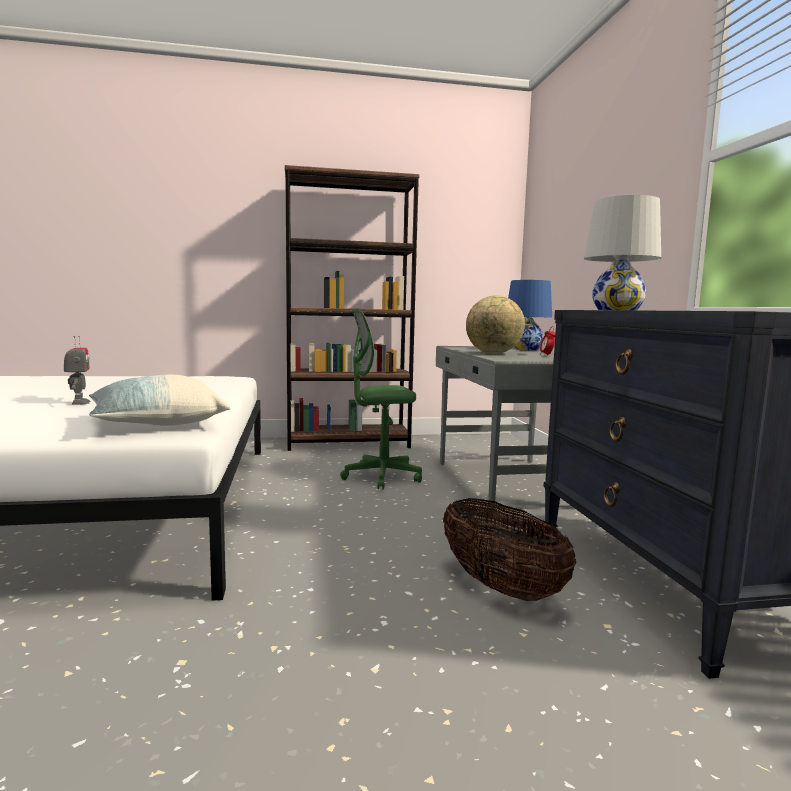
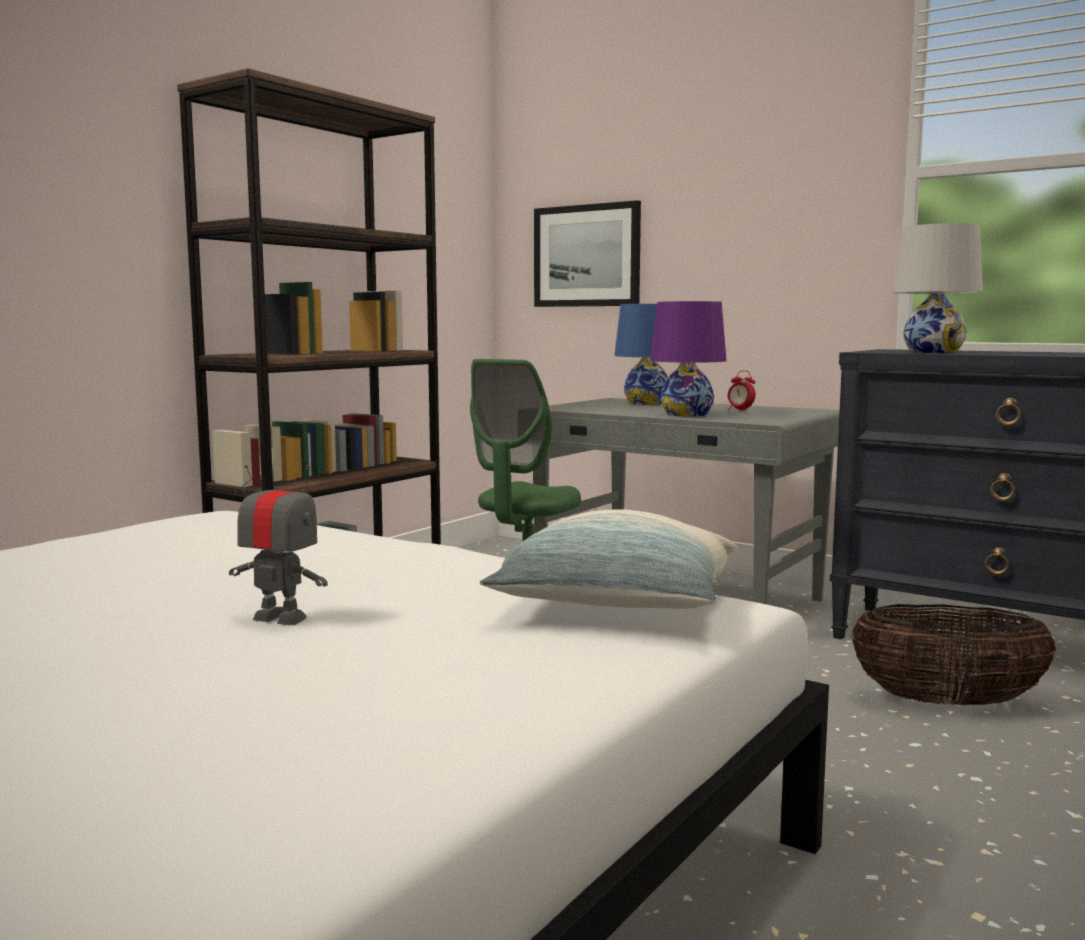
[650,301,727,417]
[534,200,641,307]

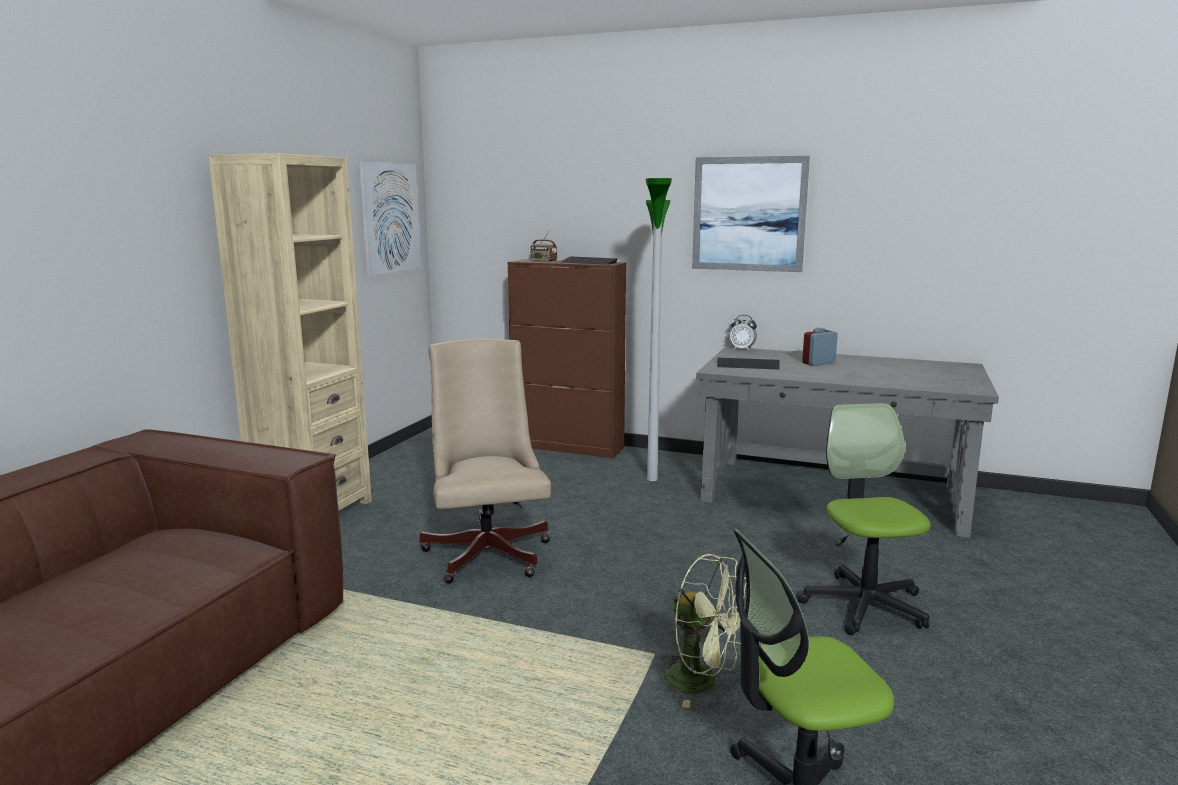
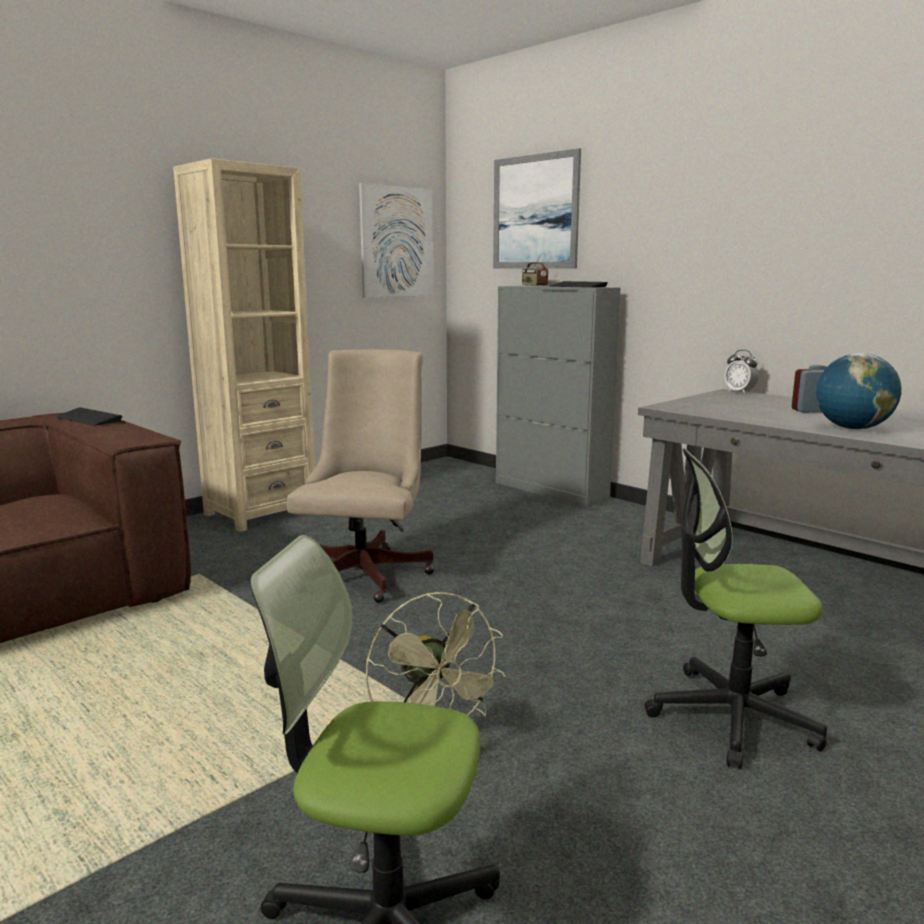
[496,286,621,507]
[646,178,672,481] (first image)
[493,148,581,269]
[56,407,123,426]
[644,449,827,769]
[816,353,902,429]

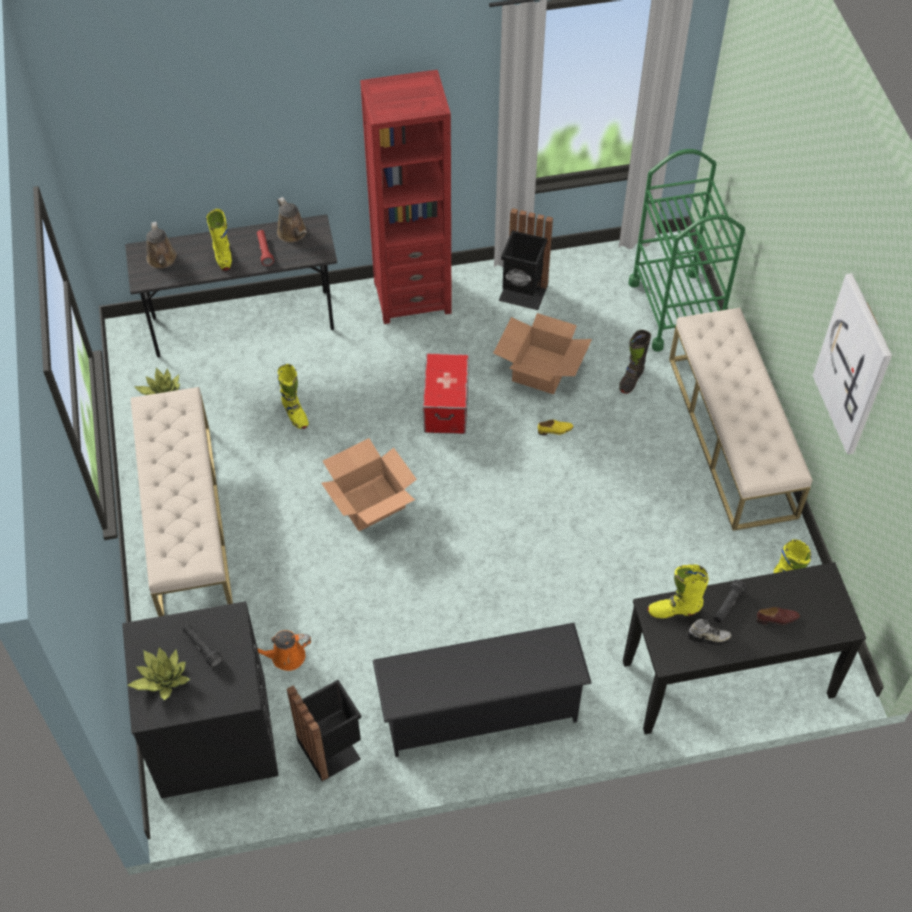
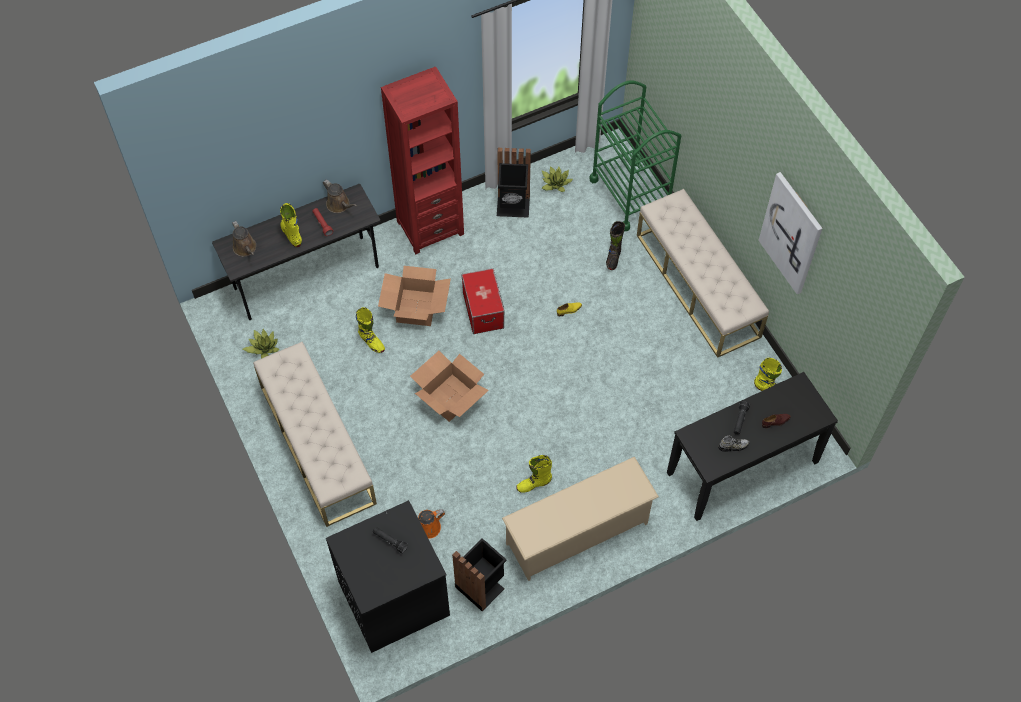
[542,166,573,192]
[502,457,659,581]
[378,266,451,326]
[516,455,552,493]

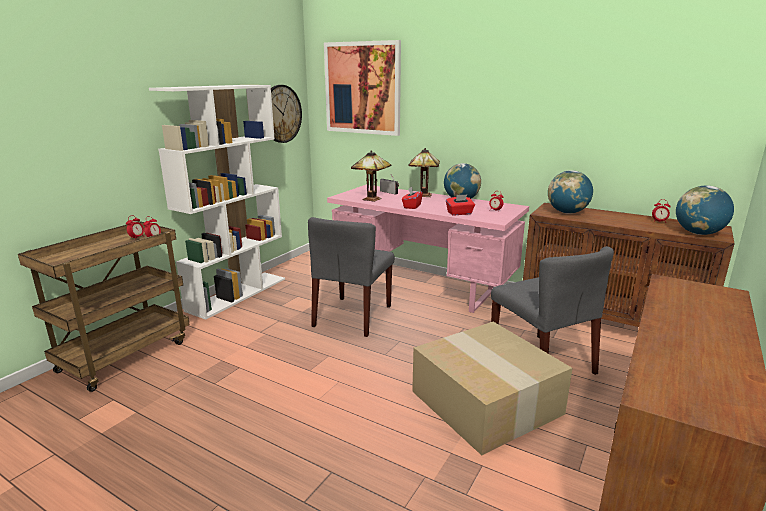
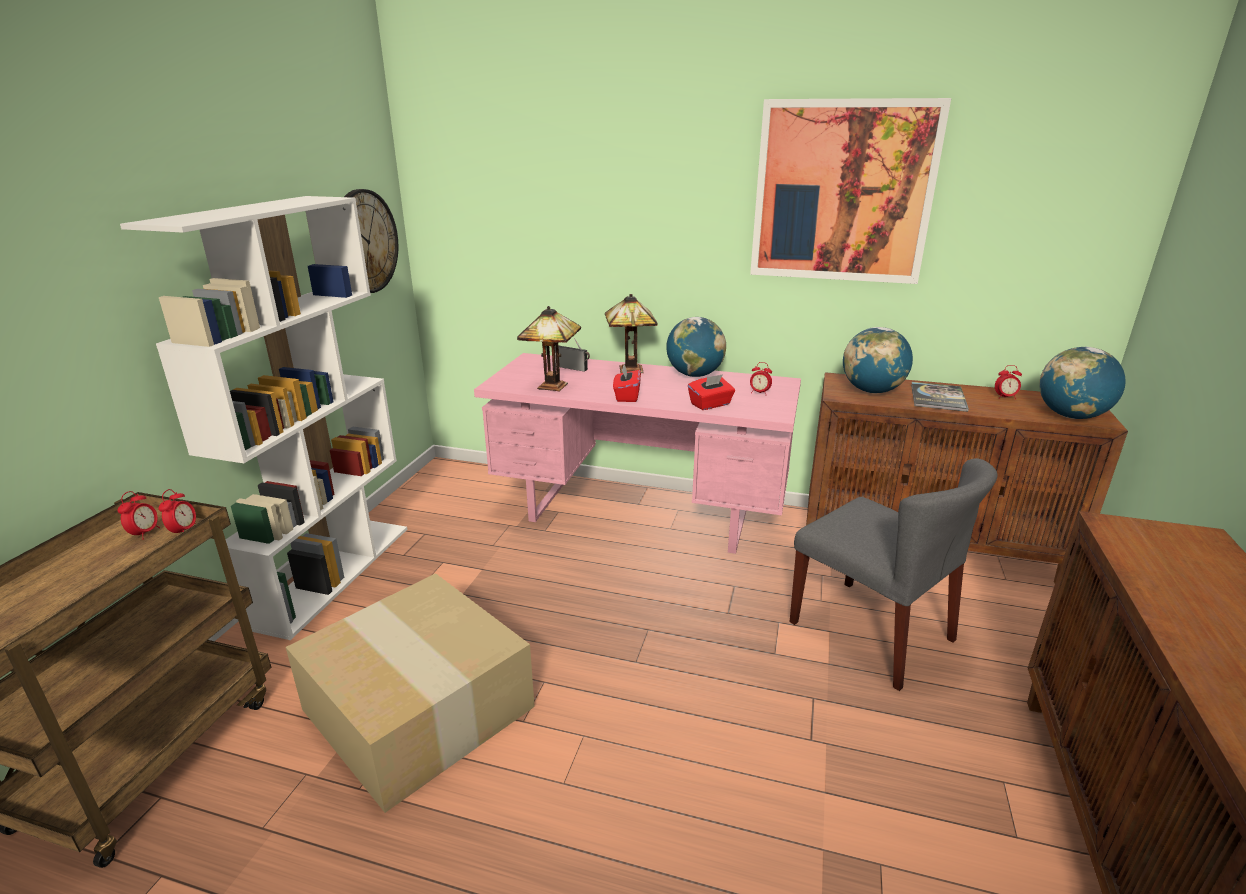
[308,217,394,337] (first image)
[750,98,951,284]
[286,573,535,813]
[911,382,969,412]

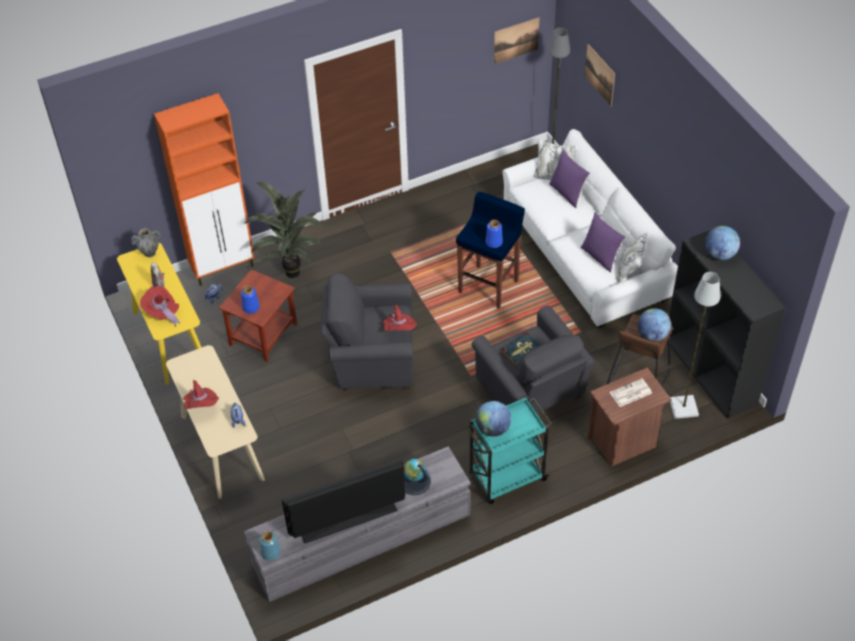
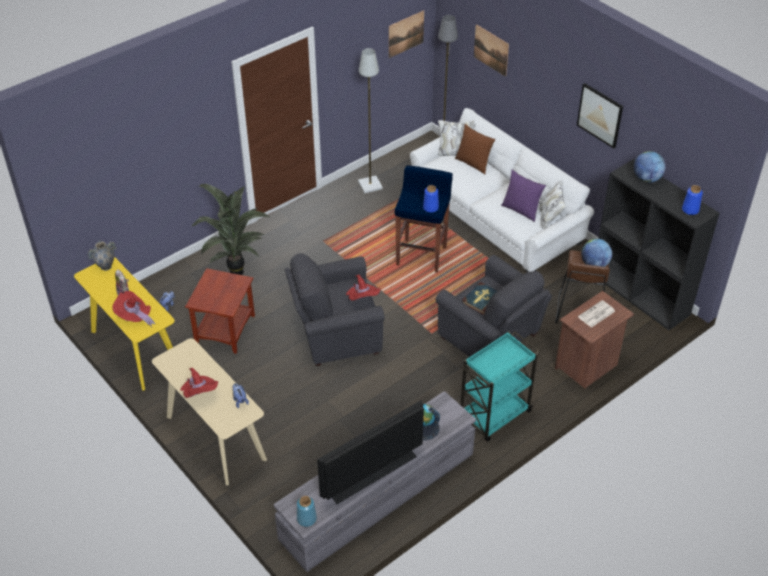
[154,93,255,286] (first image)
[682,185,703,215]
[476,401,511,437] (first image)
[455,124,496,174]
[358,48,383,194]
[577,83,623,149]

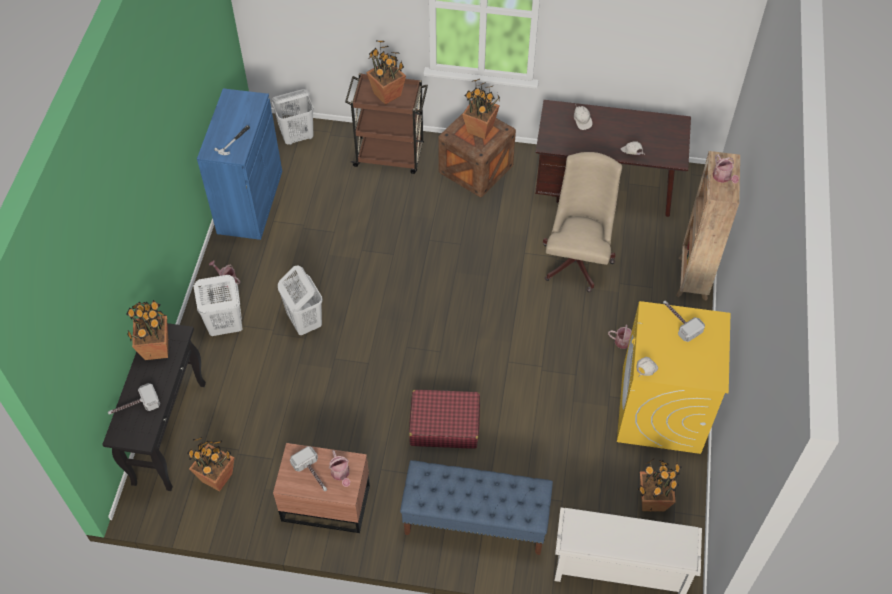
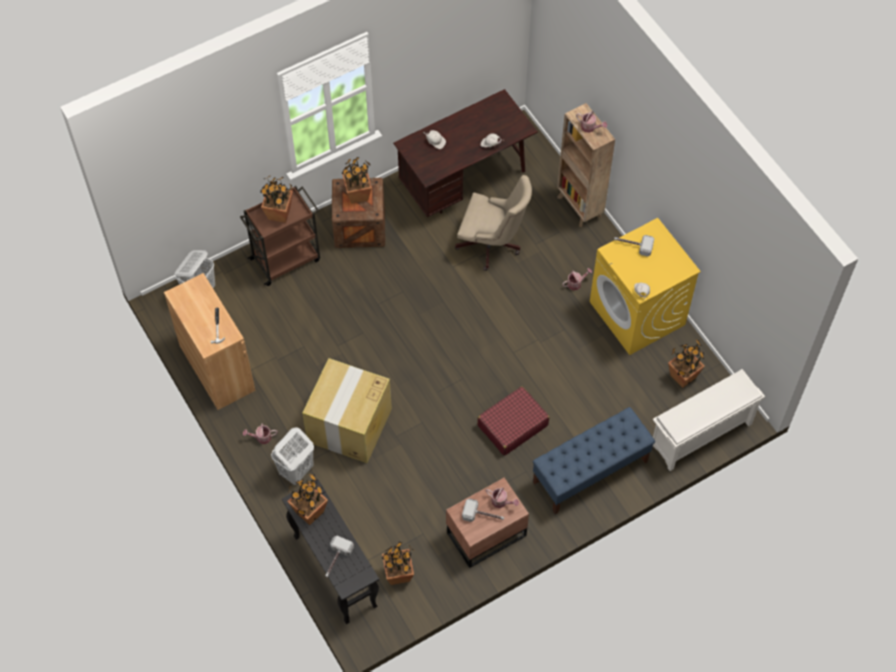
[164,273,256,410]
[302,358,392,463]
[455,175,532,271]

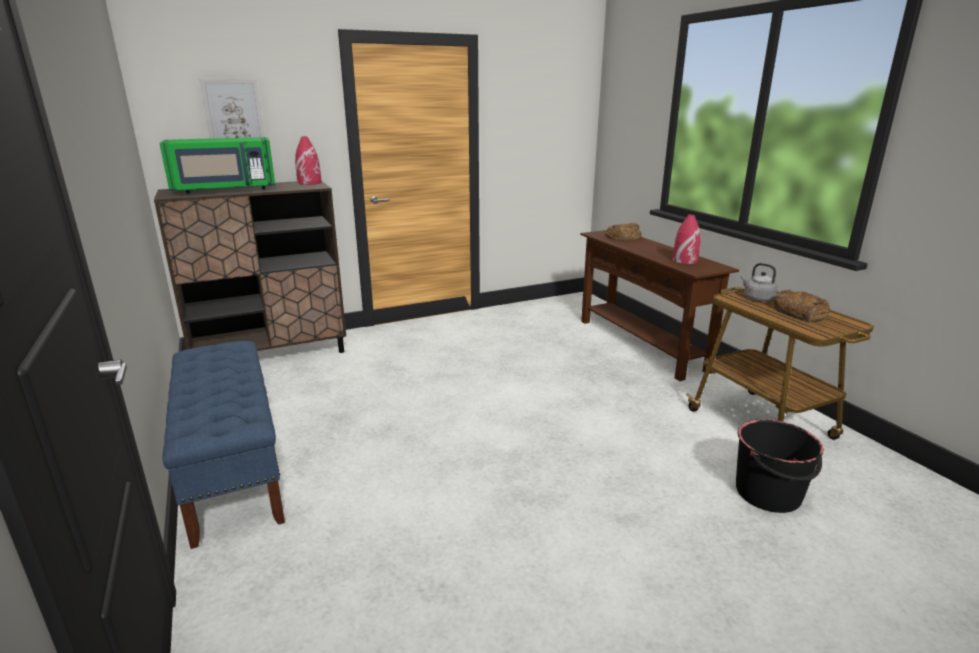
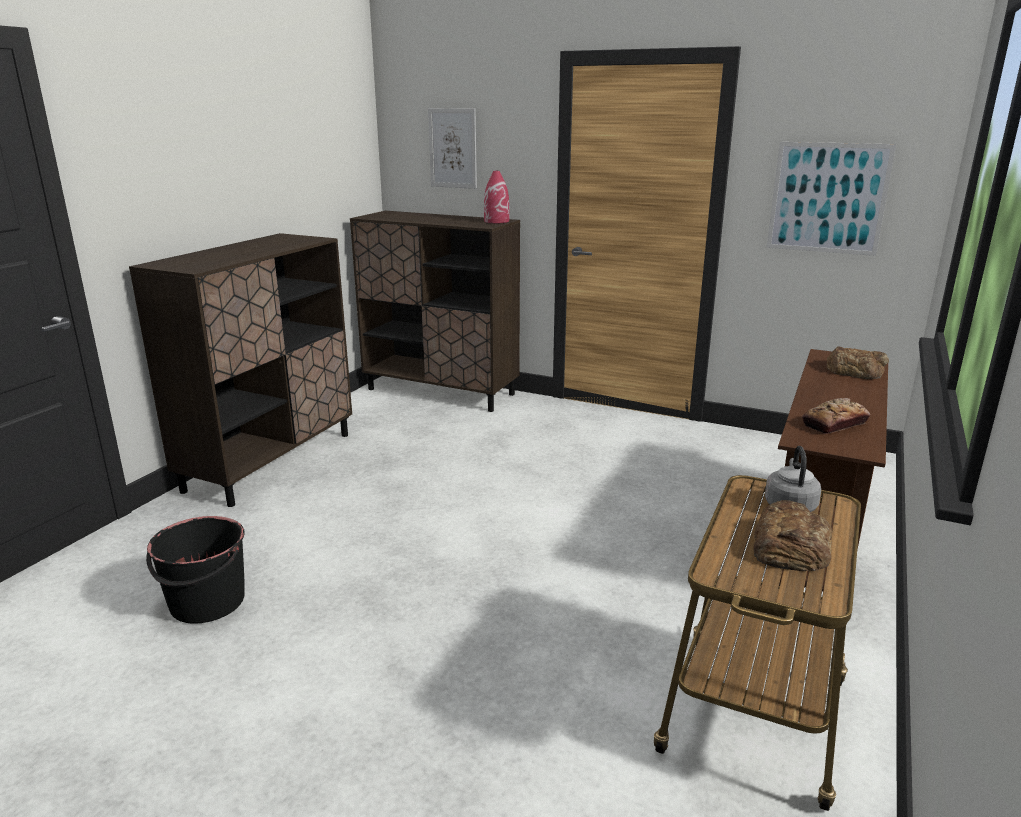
[160,137,275,194] (first image)
[129,233,352,507]
[802,398,870,434]
[146,516,245,624]
[767,142,896,256]

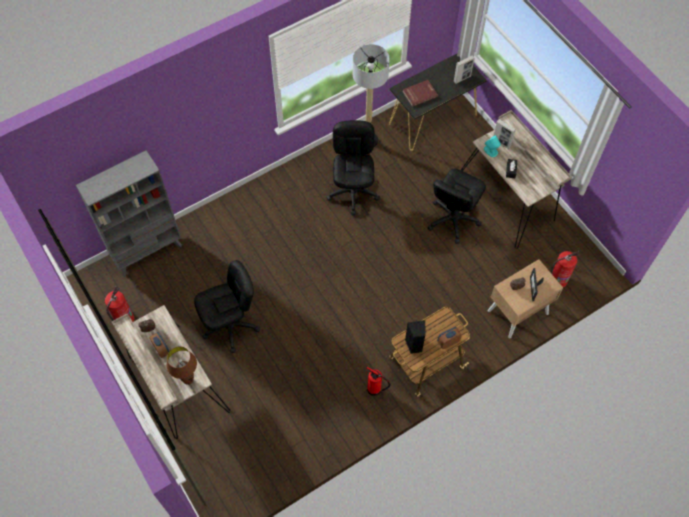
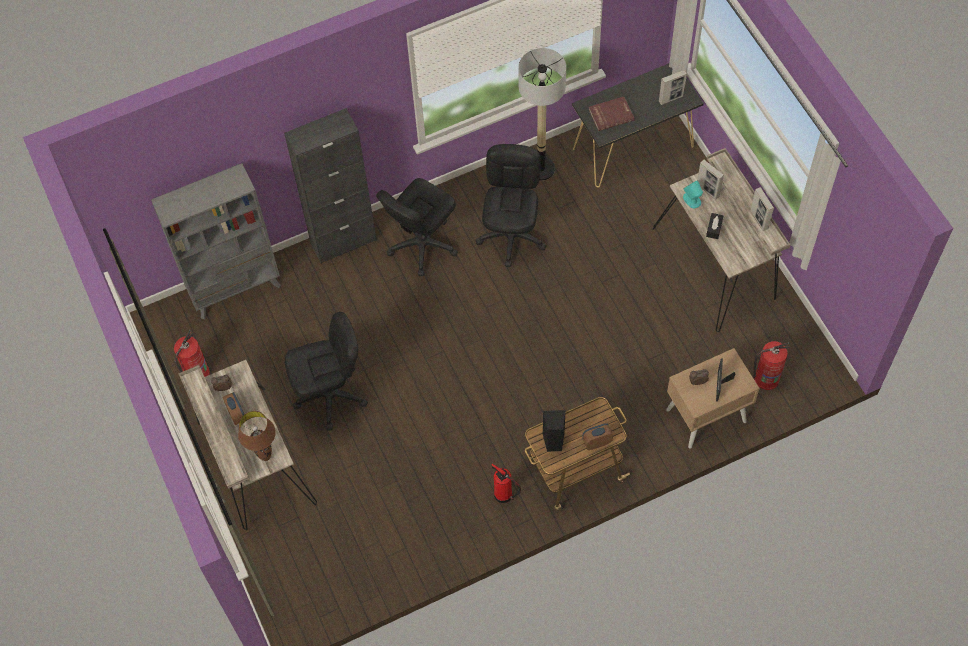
[376,178,458,276]
[284,108,377,264]
[750,187,774,231]

